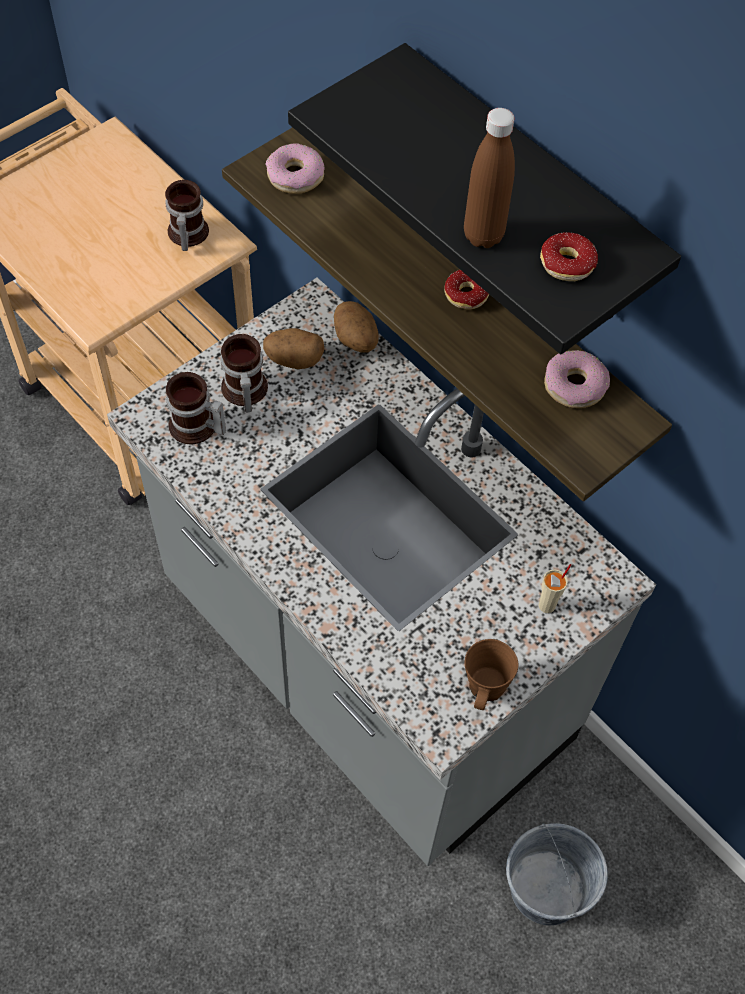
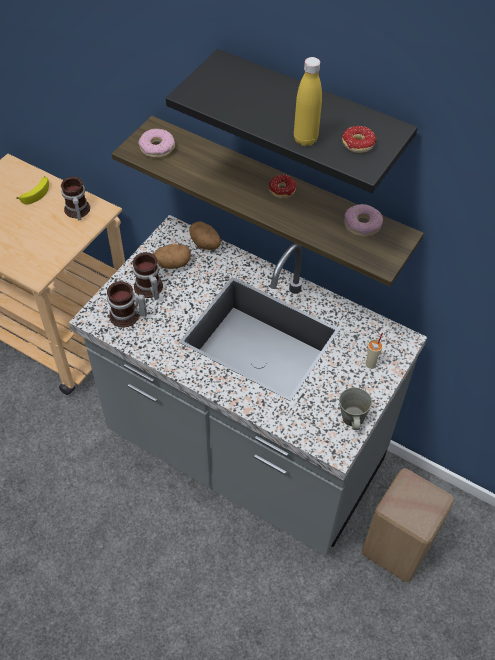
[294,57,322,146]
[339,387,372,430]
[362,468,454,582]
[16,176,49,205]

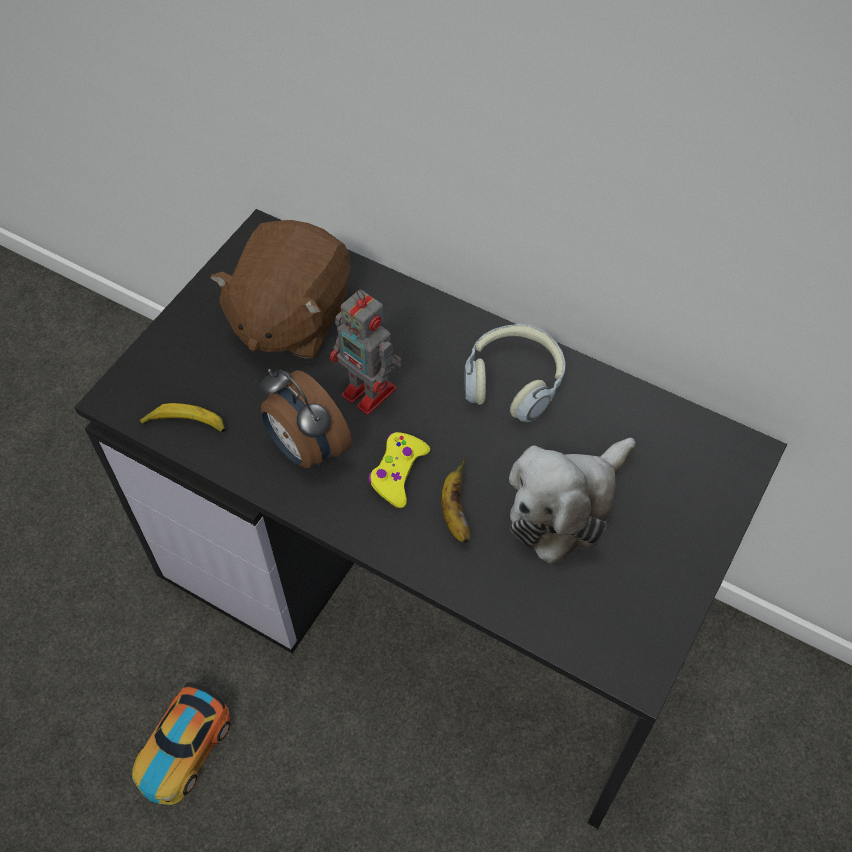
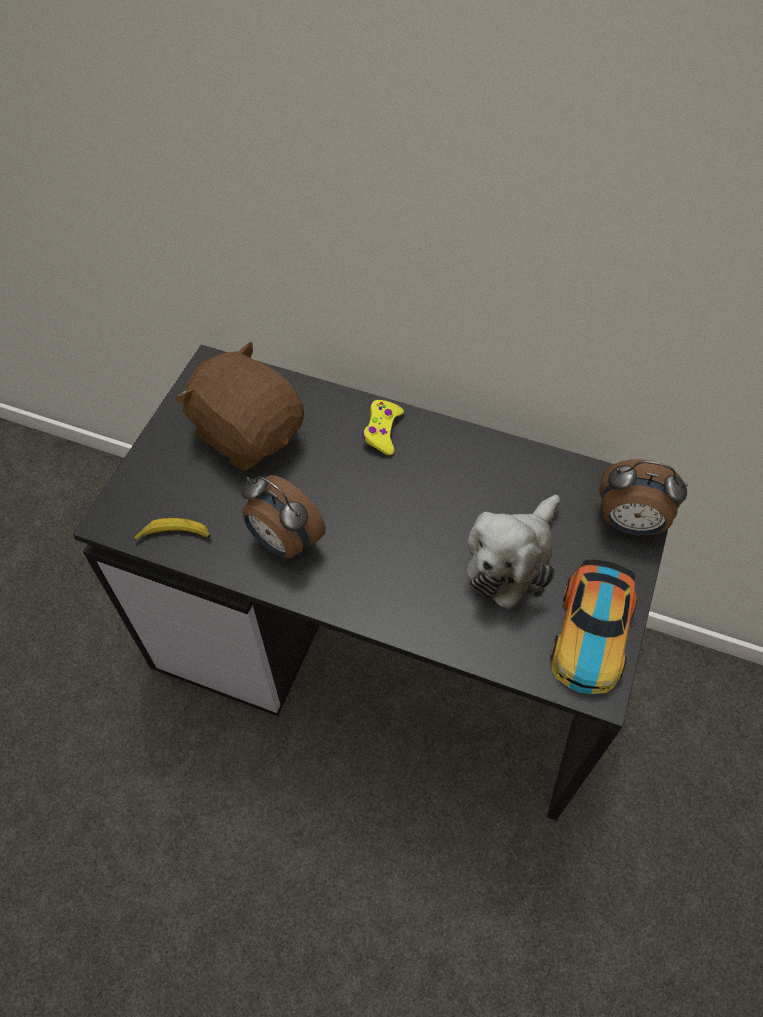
[550,559,637,694]
[175,341,304,471]
[330,289,401,415] (first image)
[362,400,404,455]
[441,457,470,543] (first image)
[464,324,566,422] (first image)
[599,459,688,536]

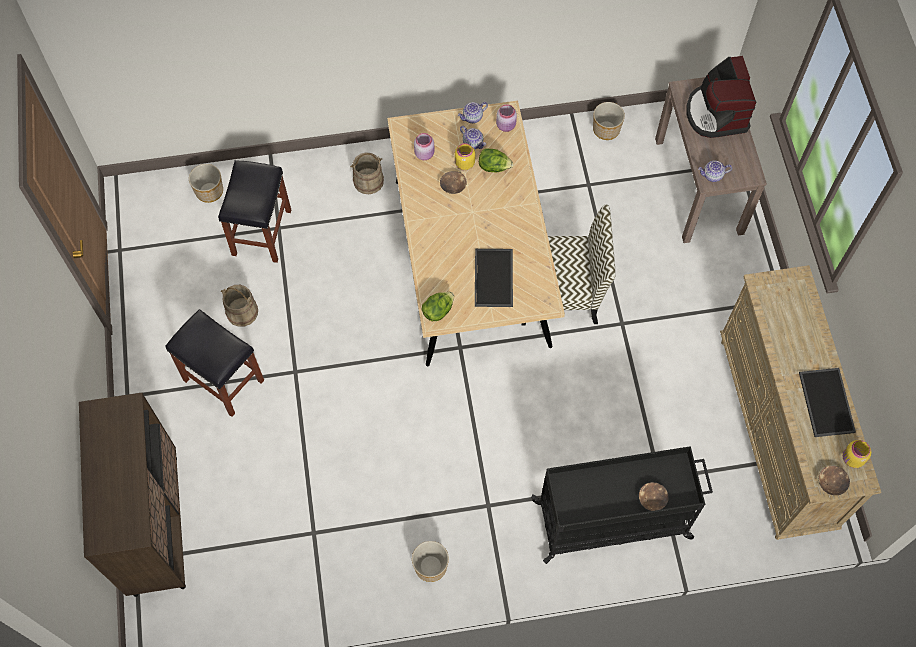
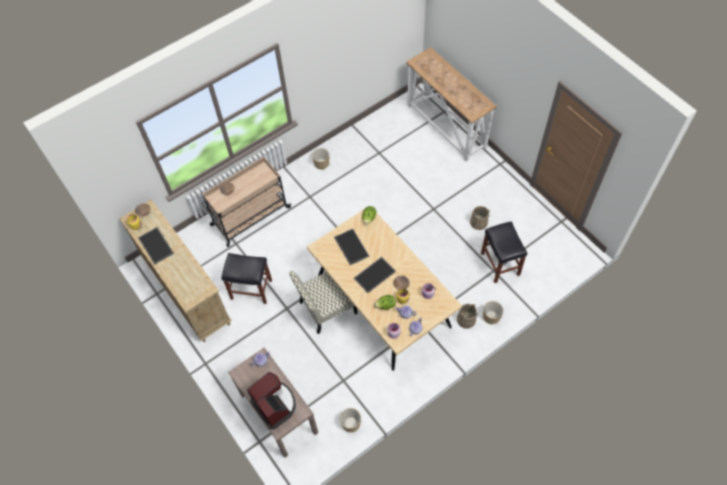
[406,47,497,161]
[221,253,272,304]
[483,301,503,324]
[201,157,291,247]
[354,257,396,293]

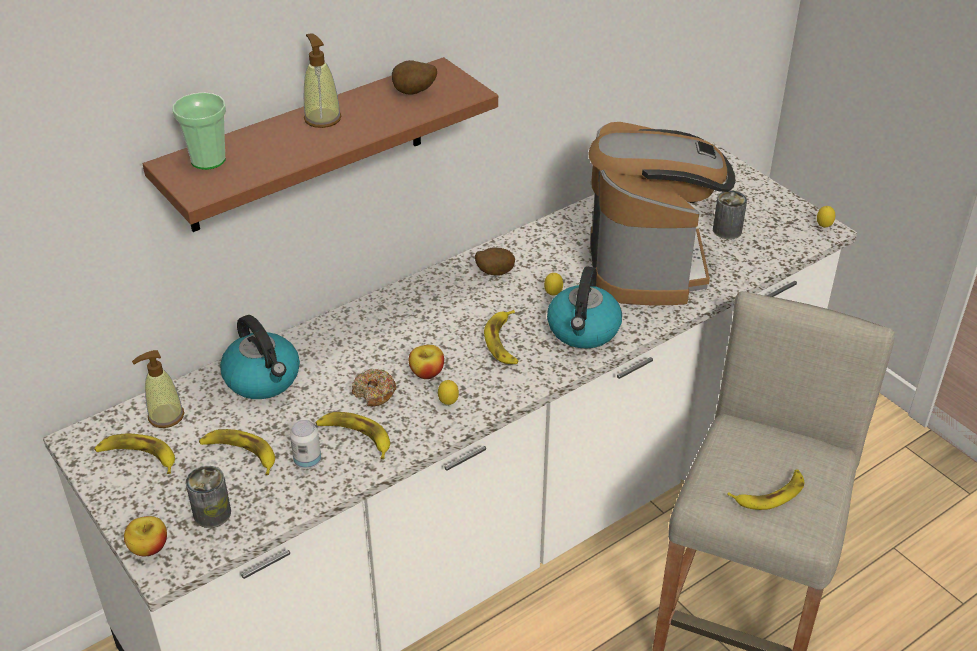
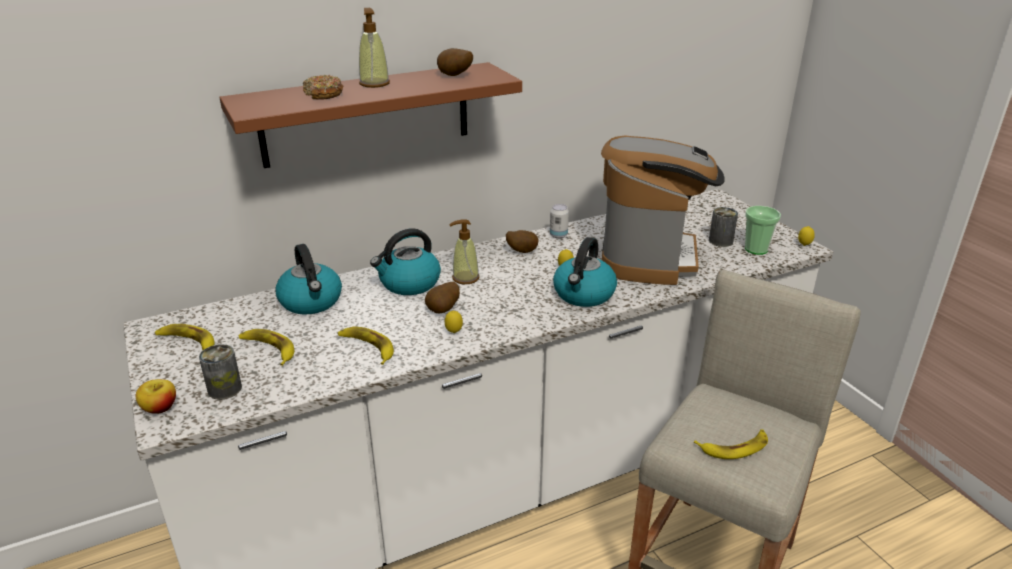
[449,219,479,284]
[745,206,781,255]
[550,204,569,239]
[303,75,343,100]
[425,282,460,313]
[484,310,519,364] (first image)
[370,228,441,295]

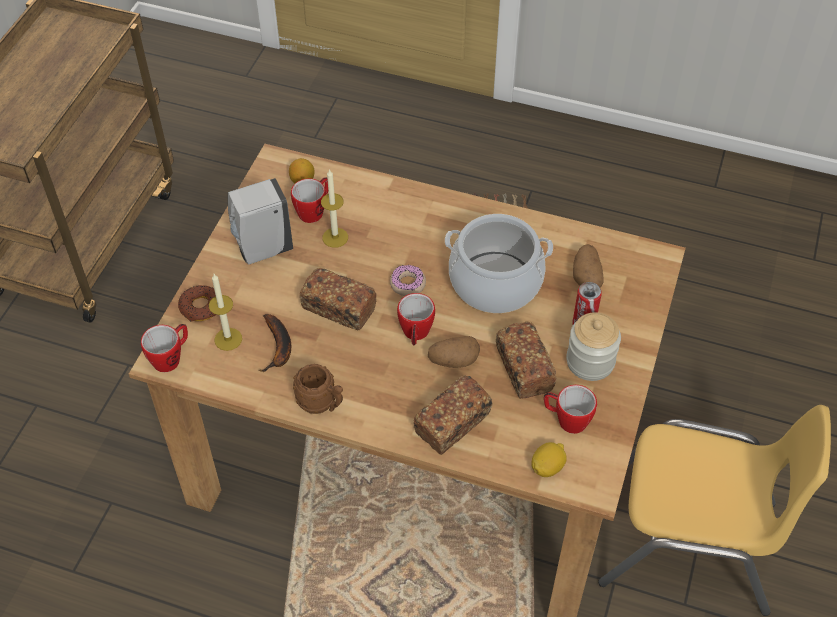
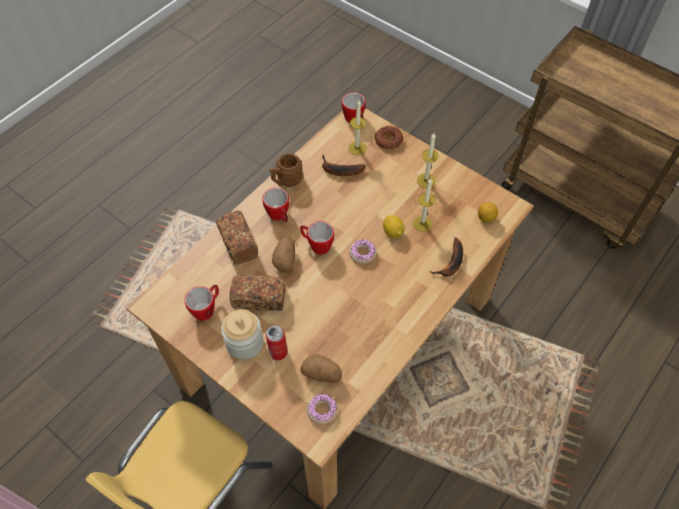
[417,133,439,188]
[263,188,289,222]
[300,268,377,330] (first image)
[445,214,553,313] (first image)
[383,215,404,238]
[307,394,338,424]
[430,238,463,277]

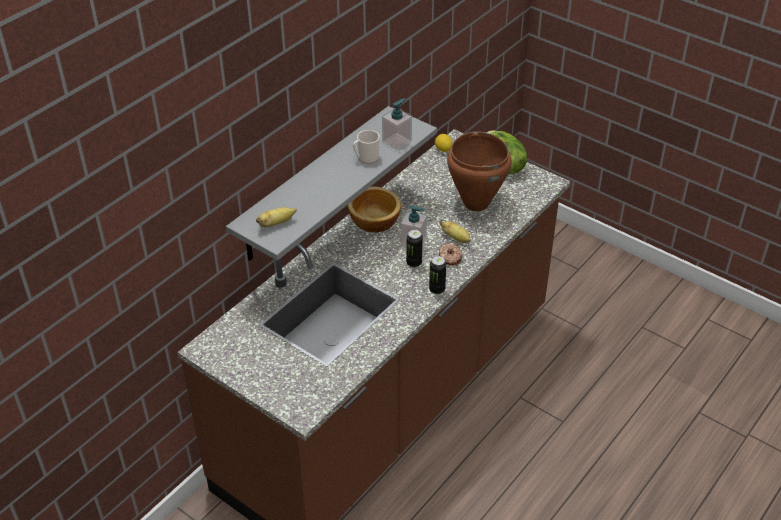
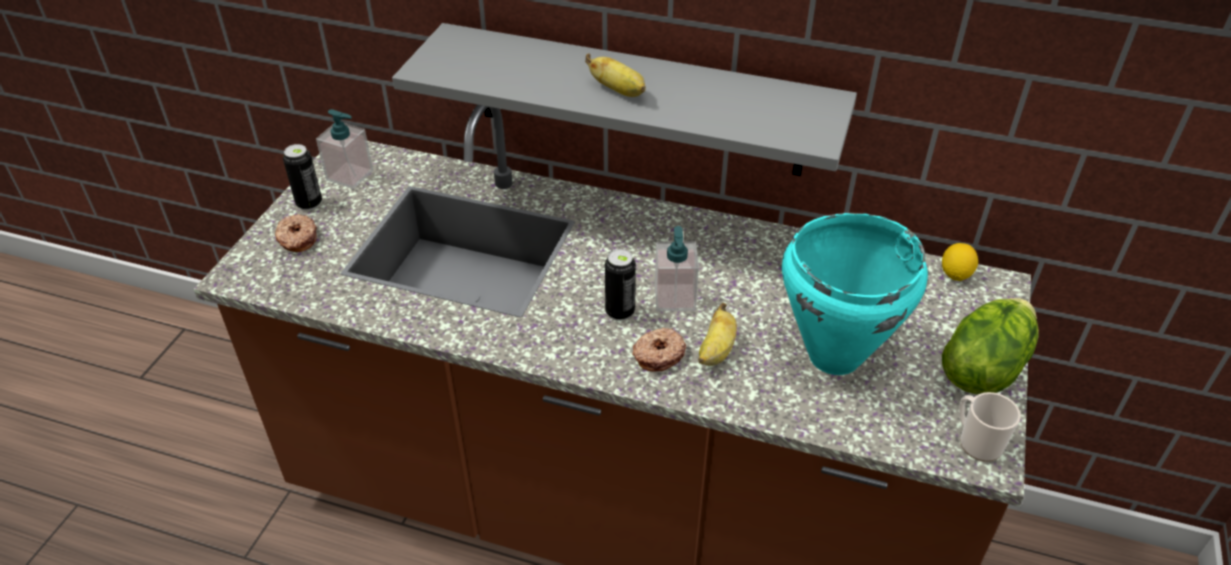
[585,53,646,97]
[347,187,401,233] (first image)
[959,392,1021,462]
[316,109,373,189]
[283,144,322,211]
[782,213,928,375]
[275,214,317,252]

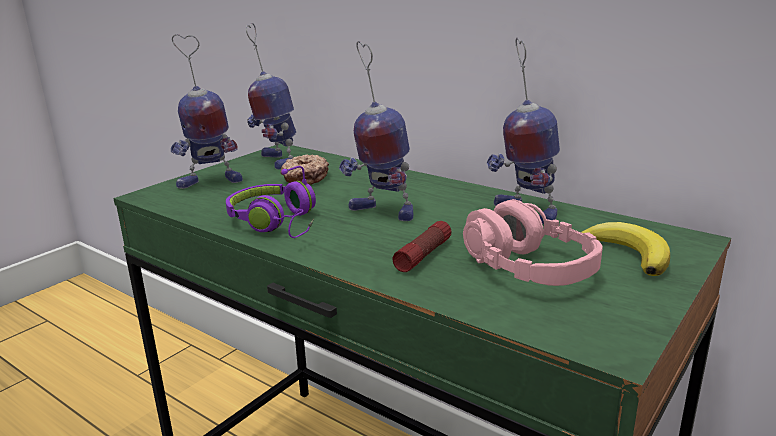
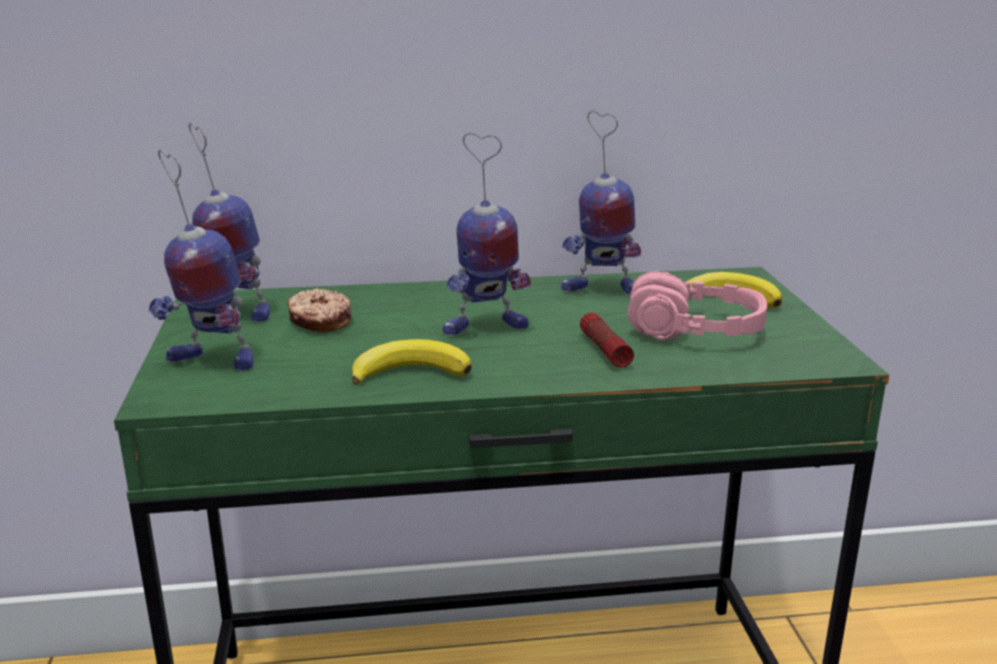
[149,149,254,371]
[352,339,472,385]

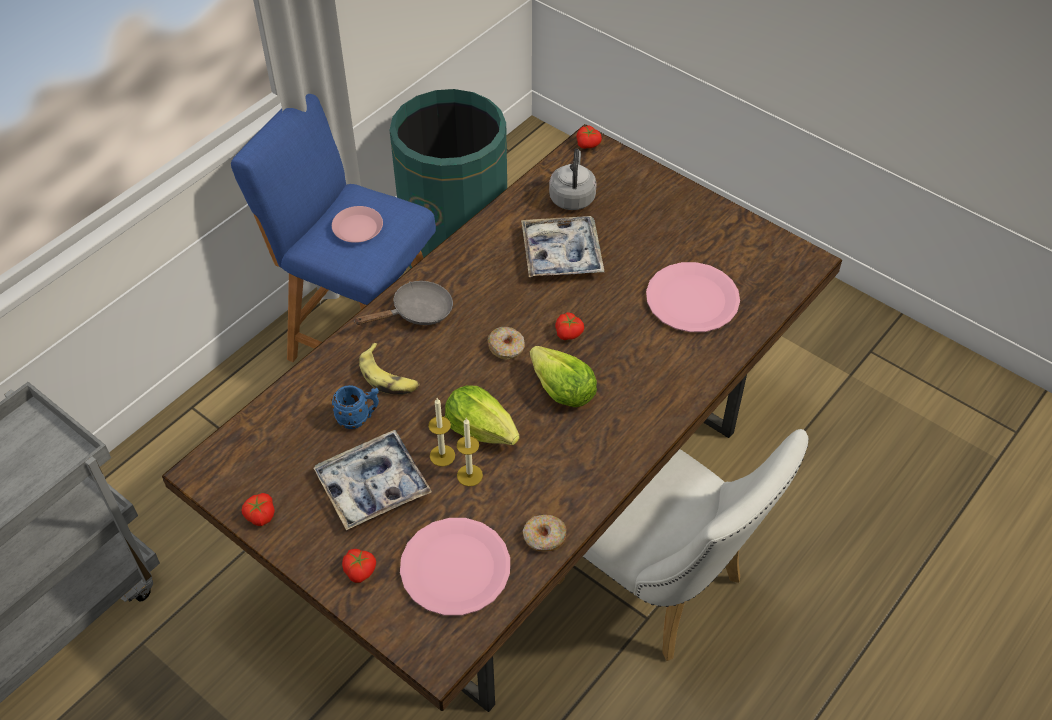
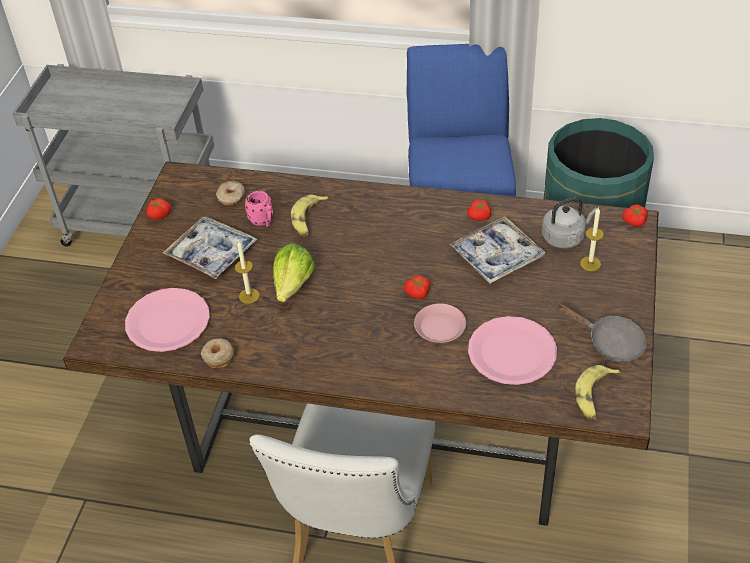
[244,191,274,227]
[414,303,466,343]
[467,199,491,221]
[556,304,647,362]
[580,207,604,271]
[216,181,245,205]
[530,346,597,407] (first image)
[575,365,620,420]

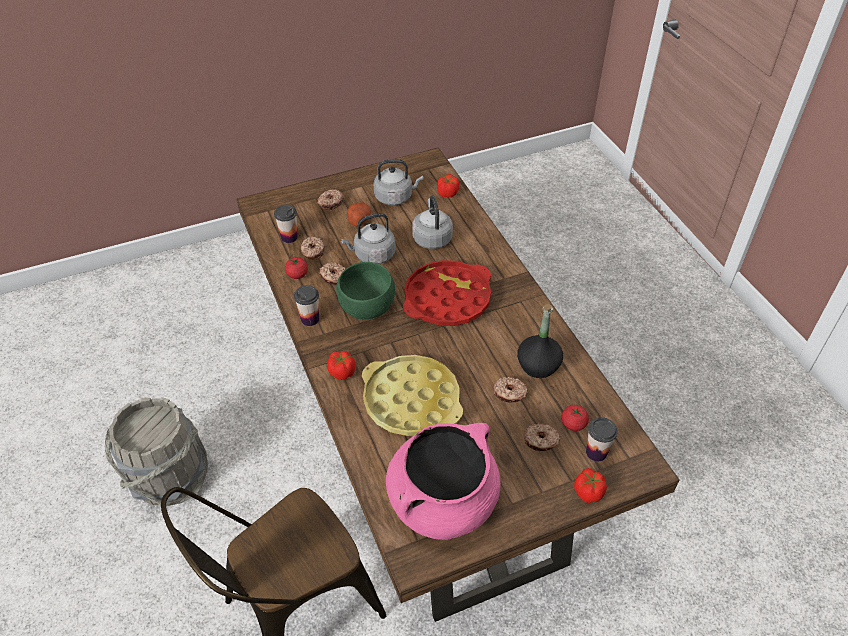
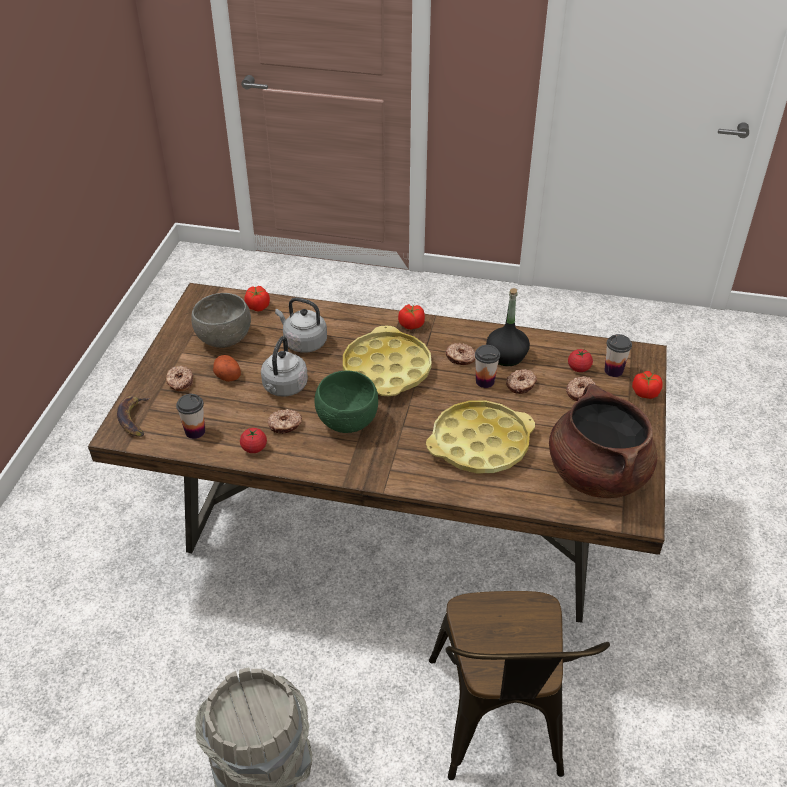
[475,345,500,388]
[445,343,475,365]
[398,304,425,329]
[191,293,251,348]
[549,384,657,498]
[343,326,432,396]
[117,396,150,437]

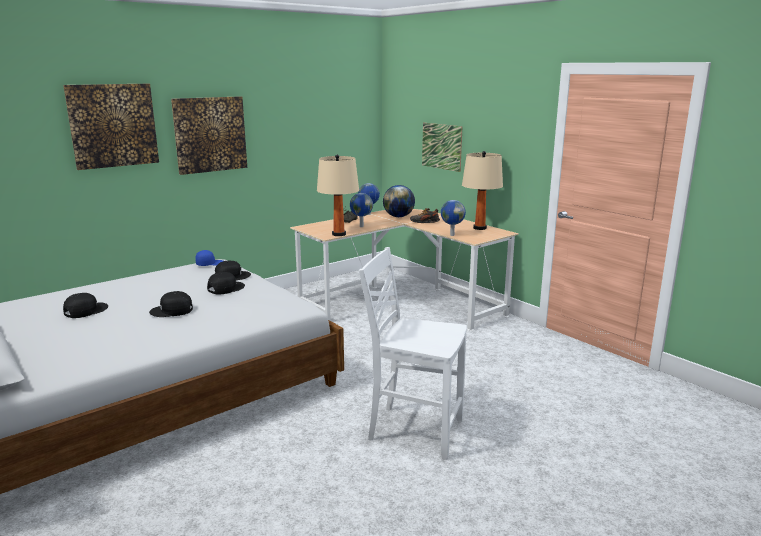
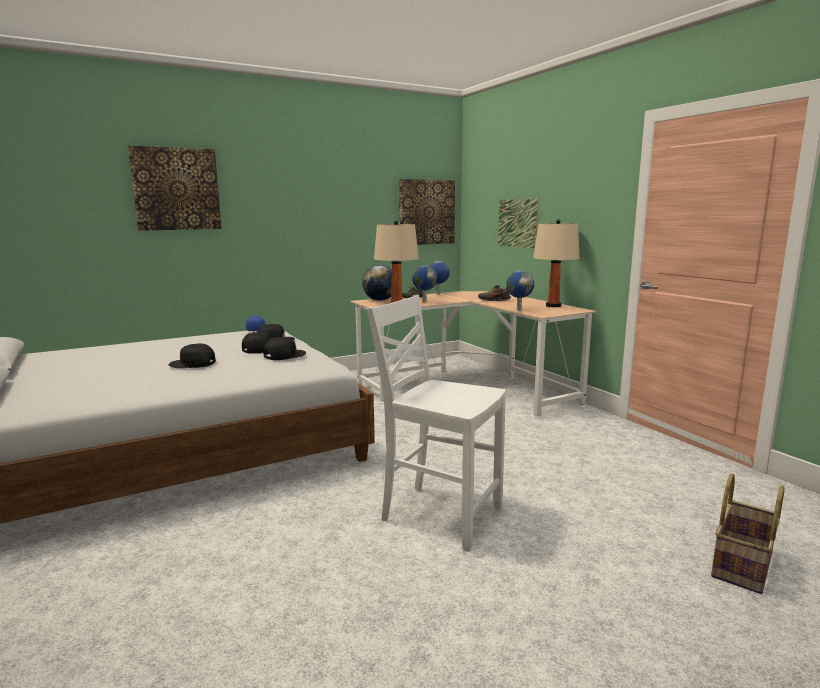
[264,337,306,360]
[399,179,455,245]
[362,265,392,301]
[711,473,785,594]

